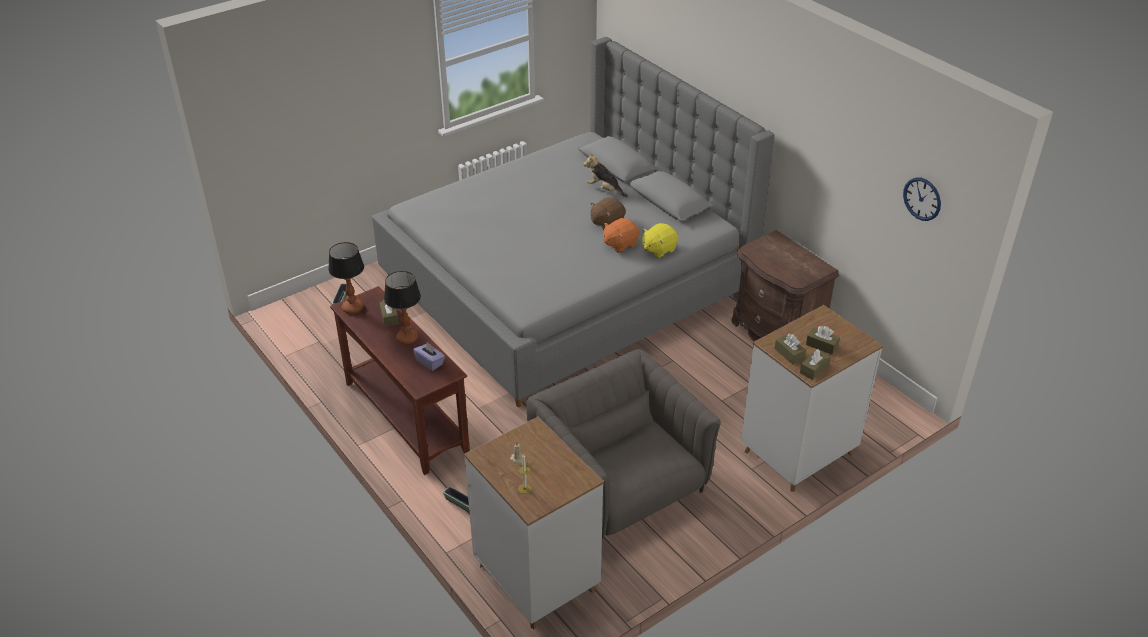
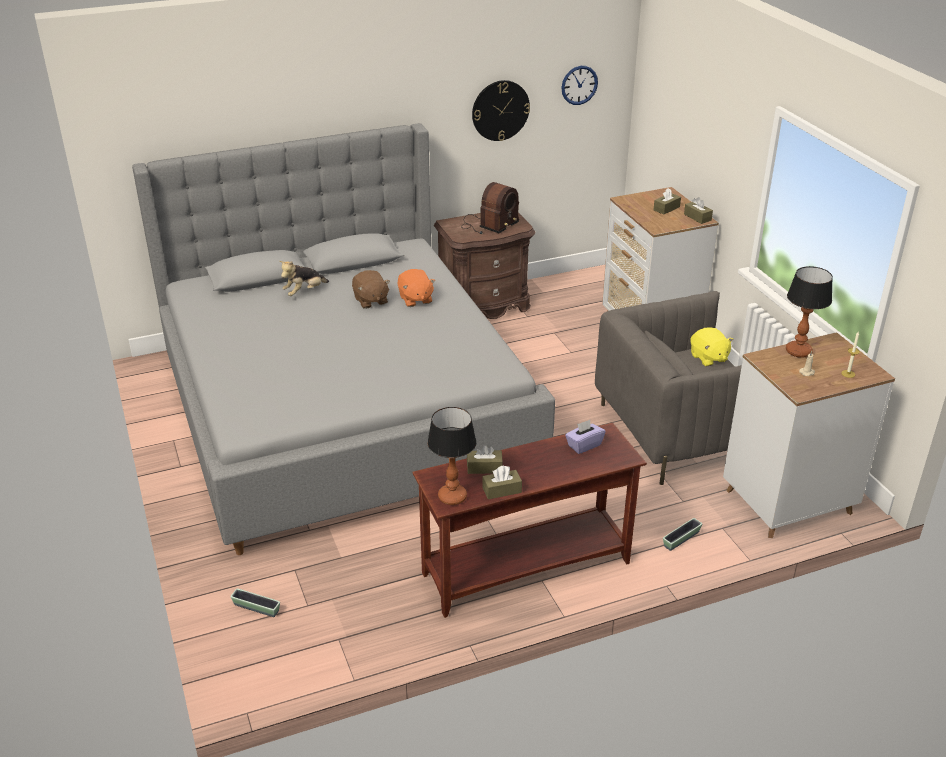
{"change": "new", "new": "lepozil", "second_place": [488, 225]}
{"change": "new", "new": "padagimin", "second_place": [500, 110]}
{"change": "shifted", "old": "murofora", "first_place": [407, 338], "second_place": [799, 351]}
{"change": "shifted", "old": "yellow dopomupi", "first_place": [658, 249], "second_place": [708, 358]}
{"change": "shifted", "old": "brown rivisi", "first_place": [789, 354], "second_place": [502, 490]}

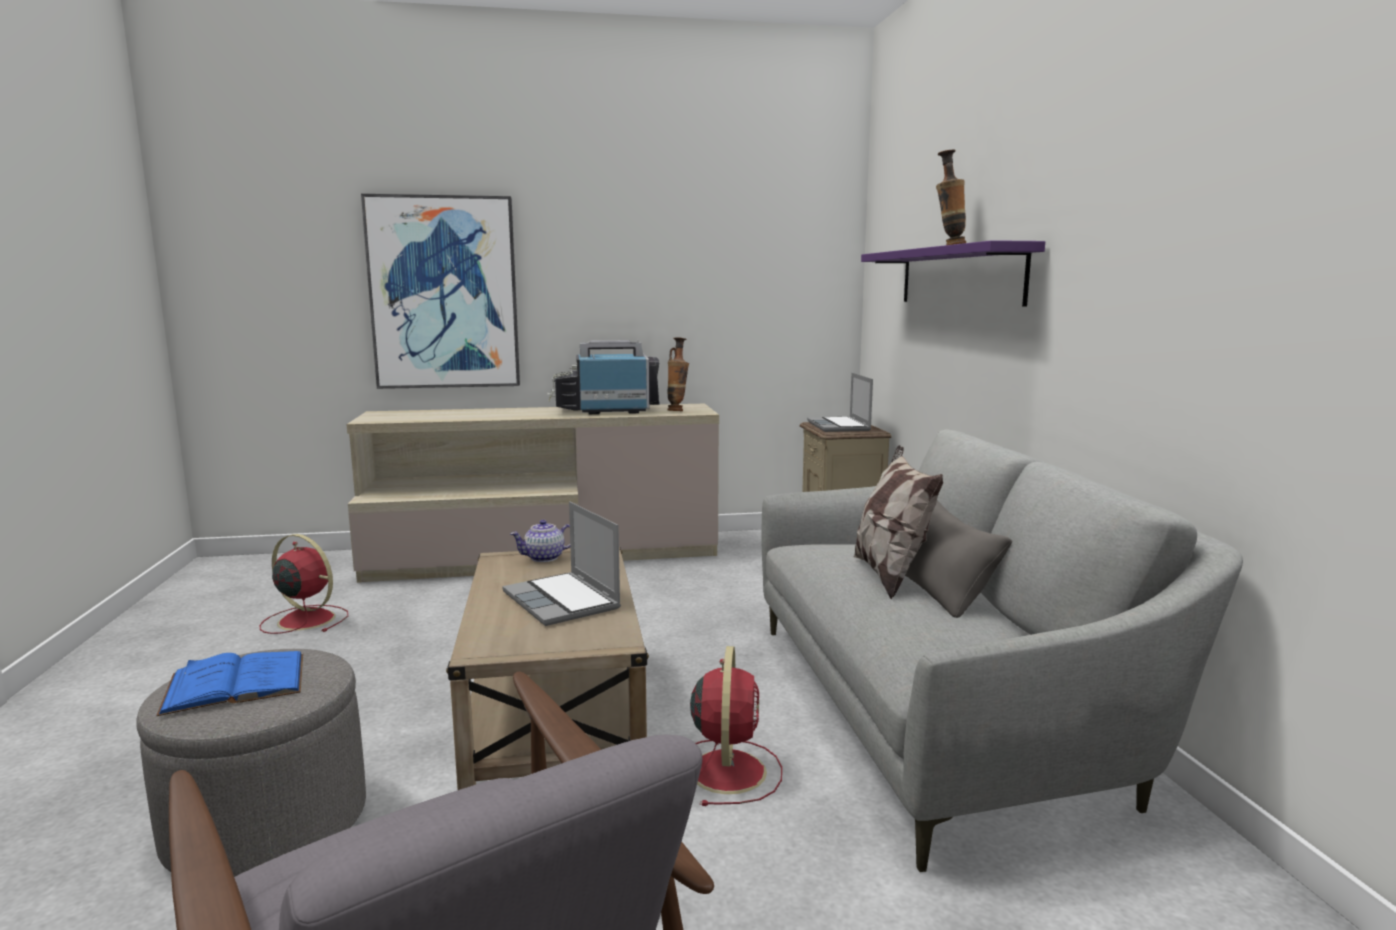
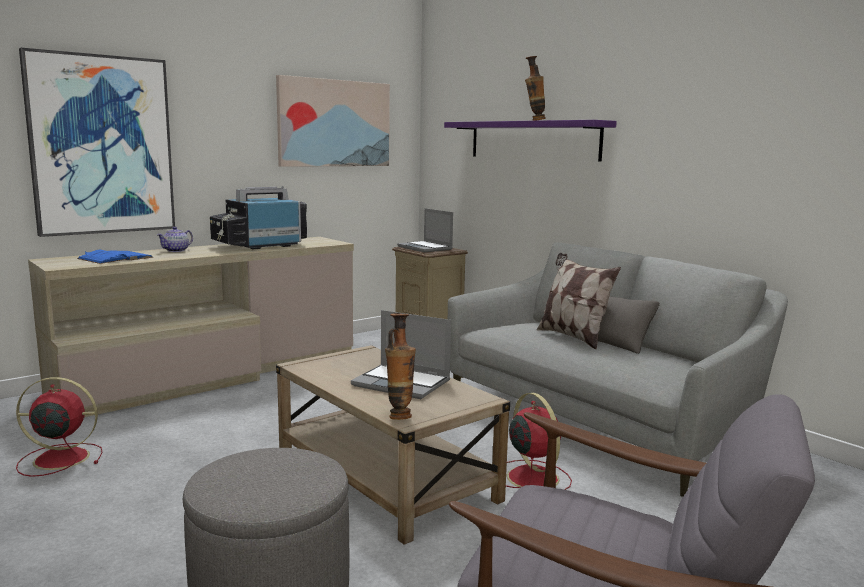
{"change": "new", "new": "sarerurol", "second_place": [334, 123]}
{"change": "shifted", "old": "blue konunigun", "first_place": [235, 683], "second_place": [115, 258]}
{"change": "shifted", "old": "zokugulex", "first_place": [545, 558], "second_place": [176, 250]}
{"change": "shifted", "old": "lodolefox", "first_place": [677, 411], "second_place": [400, 415]}

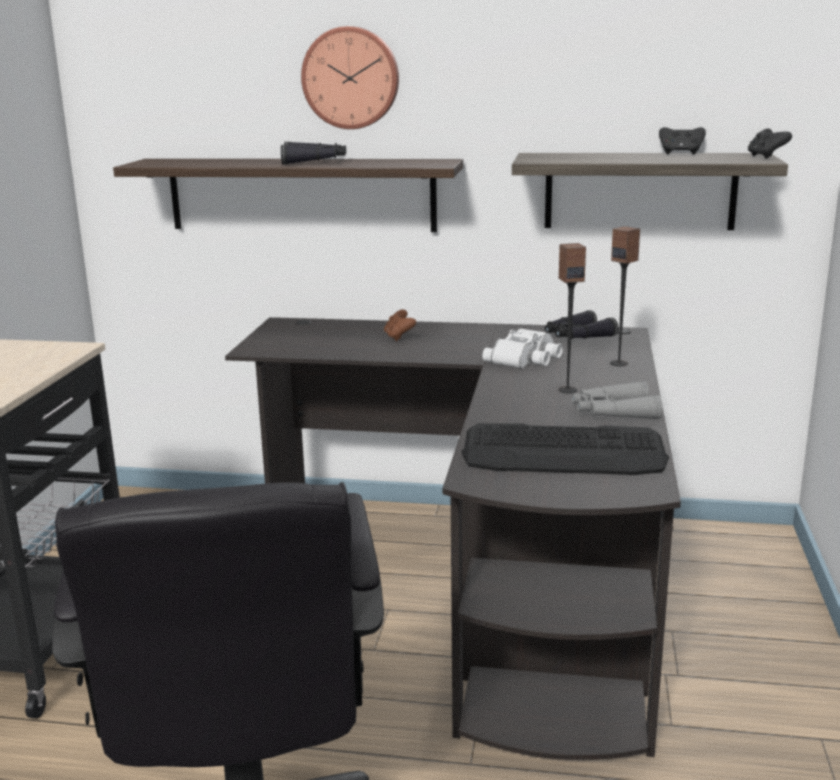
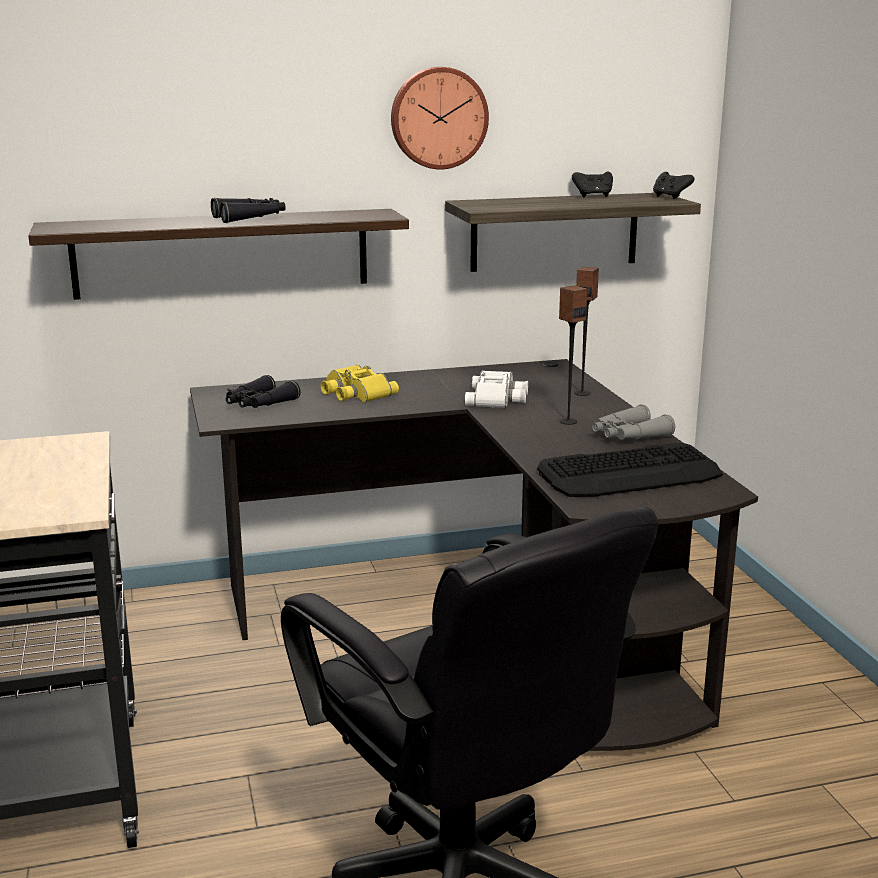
{"change": "shifted", "old": "padagimin", "first_place": [351, 78], "second_place": [438, 118]}
{"change": "shifted", "old": "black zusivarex", "first_place": [576, 336], "second_place": [259, 404]}
{"change": "swapped", "old": "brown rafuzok", "new": "yellow zusivarex", "first_place": [399, 337], "second_place": [355, 393]}

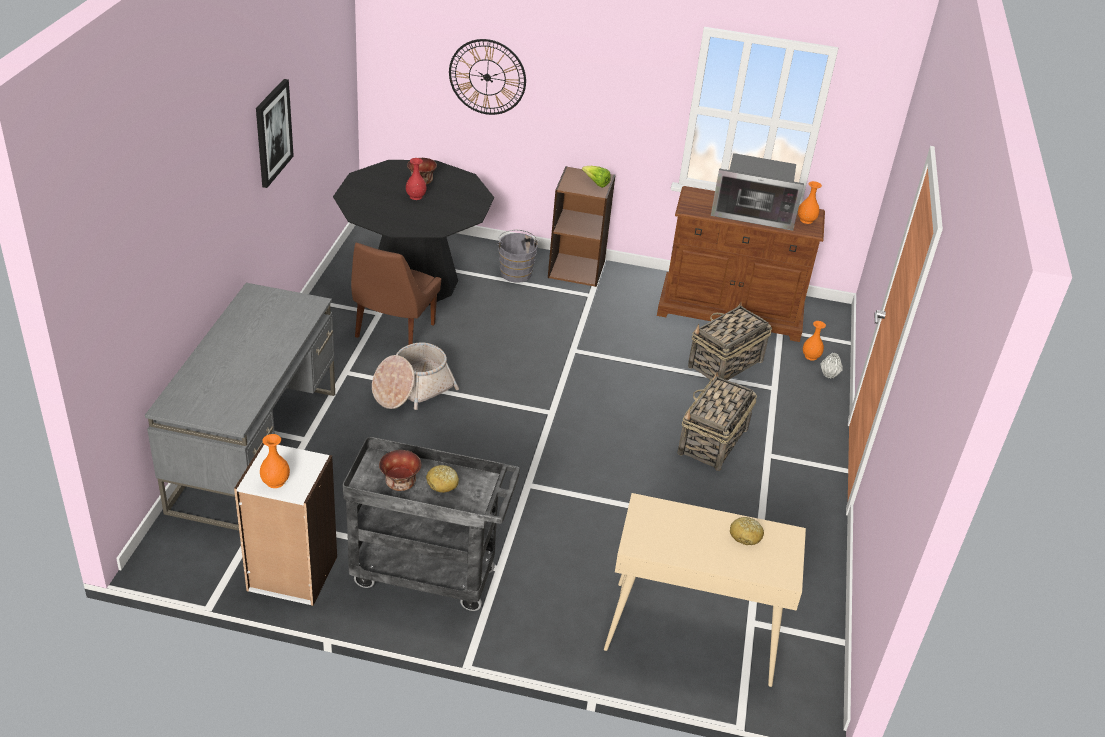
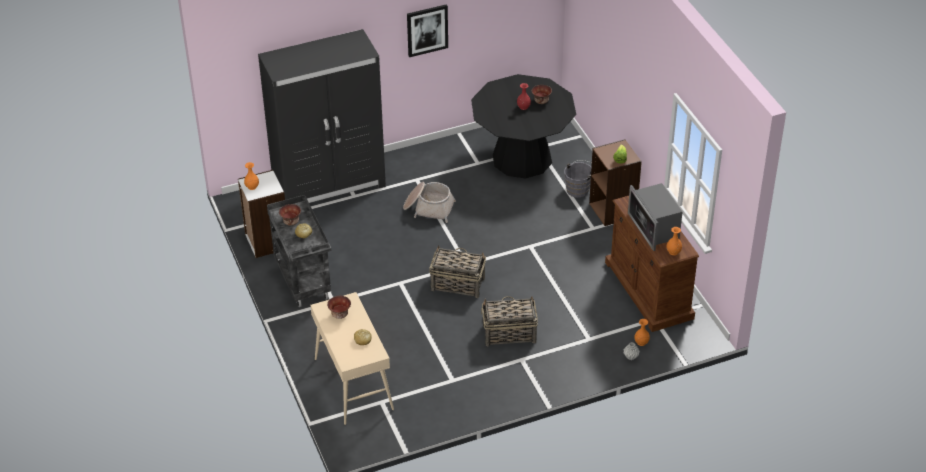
{"change": "gone", "old": "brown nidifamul", "first_place": [393, 332]}
{"change": "gone", "old": "padagimin", "first_place": [487, 77]}
{"change": "new", "new": "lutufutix", "second_place": [340, 314]}
{"change": "shifted", "old": "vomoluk", "first_place": [724, 364], "second_place": [457, 284]}
{"change": "swapped", "old": "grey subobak", "new": "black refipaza", "first_place": [255, 450], "second_place": [330, 185]}

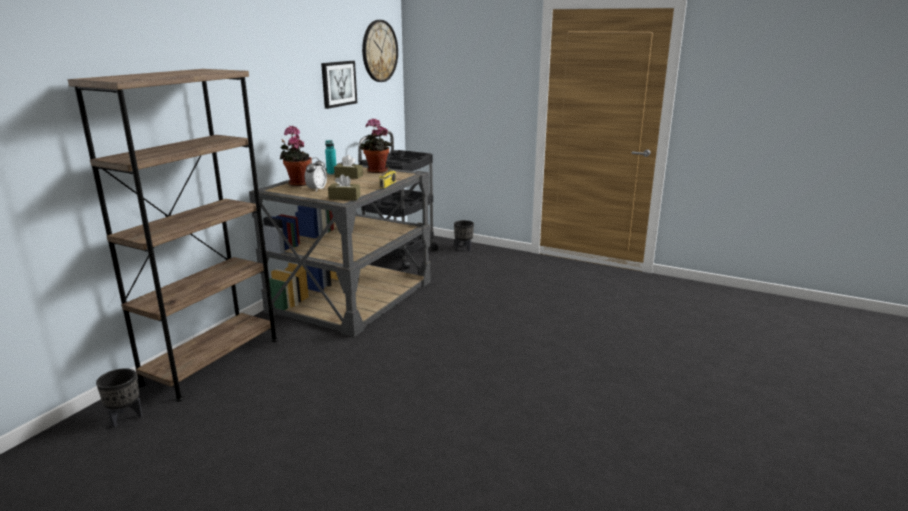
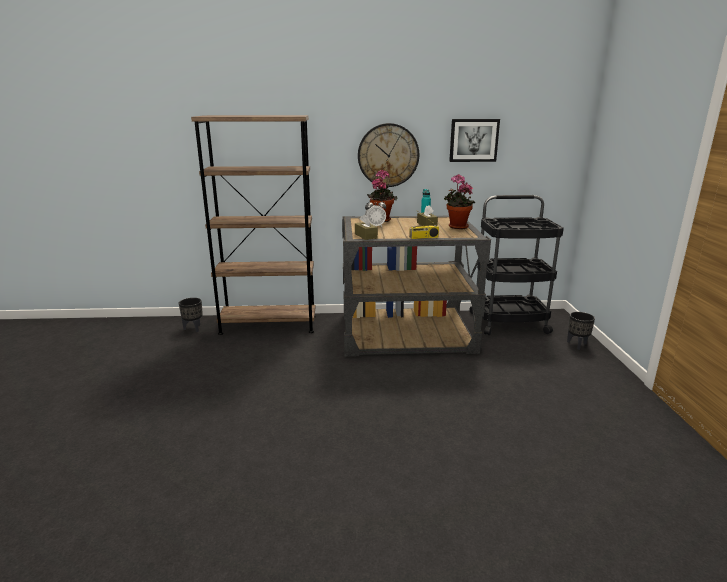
{"change": "shifted", "old": "padagimin", "first_place": [379, 51], "second_place": [388, 155]}

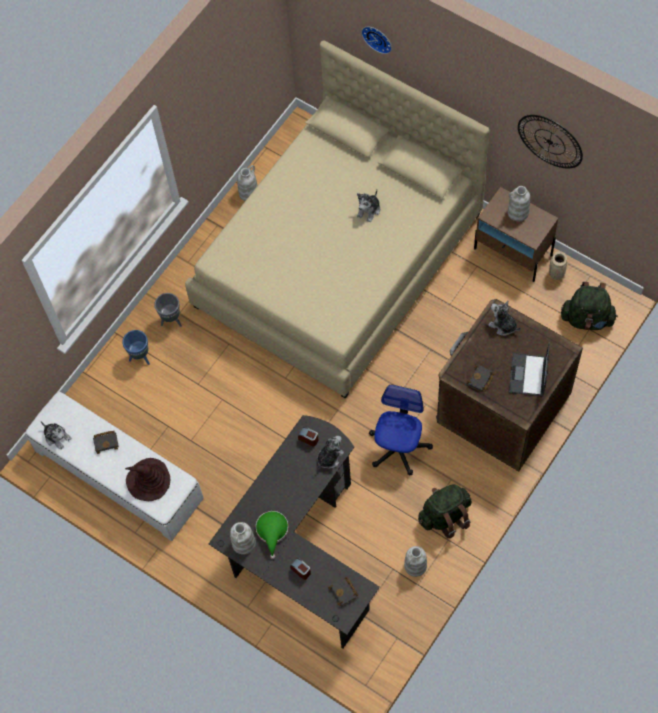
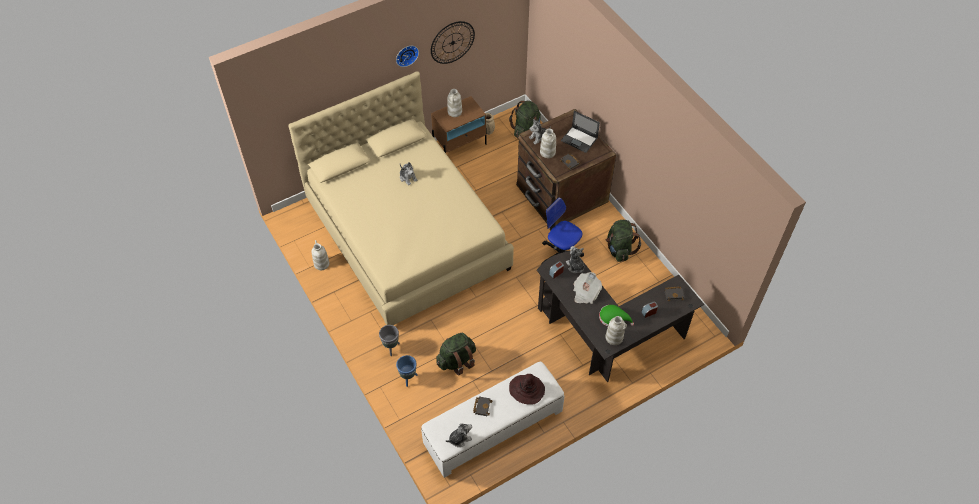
{"change": "new", "new": "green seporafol", "second_place": [456, 361]}
{"change": "new", "new": "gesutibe", "second_place": [585, 293]}
{"change": "shifted", "old": "padagimin", "first_place": [378, 38], "second_place": [406, 55]}
{"change": "shifted", "old": "white lodolefox", "first_place": [415, 566], "second_place": [548, 152]}

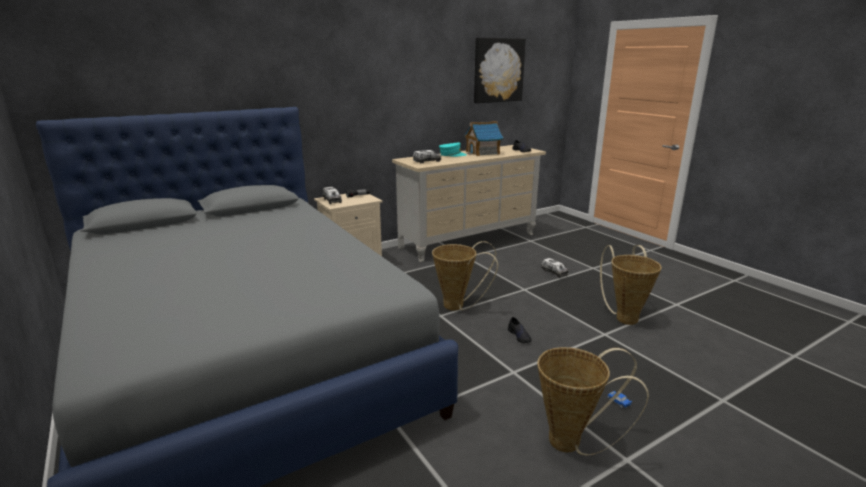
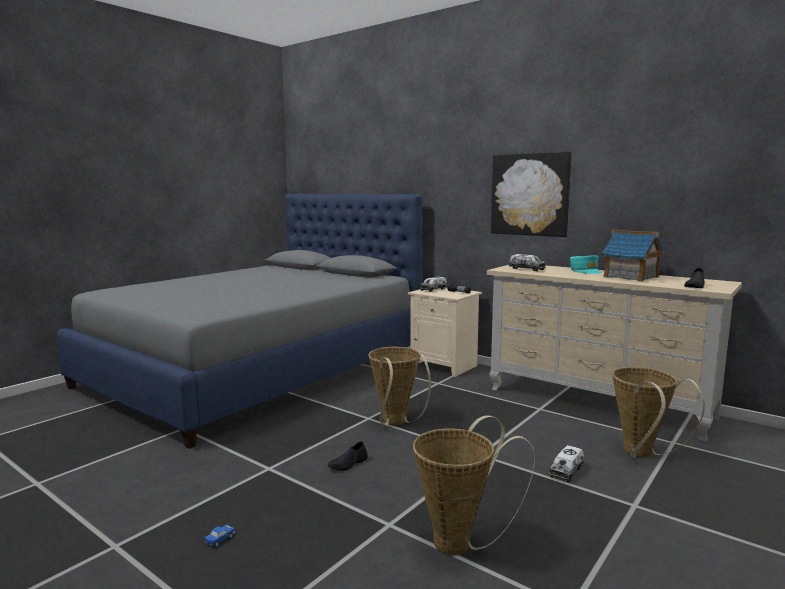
{"change": "shifted", "old": "sarerurol", "first_place": [498, 70], "second_place": [530, 194]}
{"change": "shifted", "old": "vomoluk", "first_place": [572, 443], "second_place": [641, 455]}

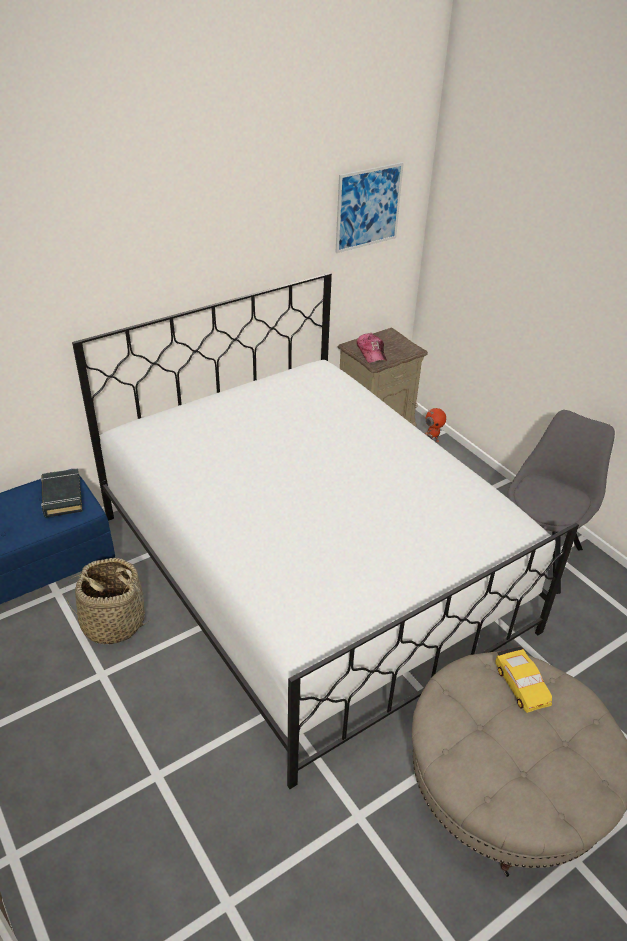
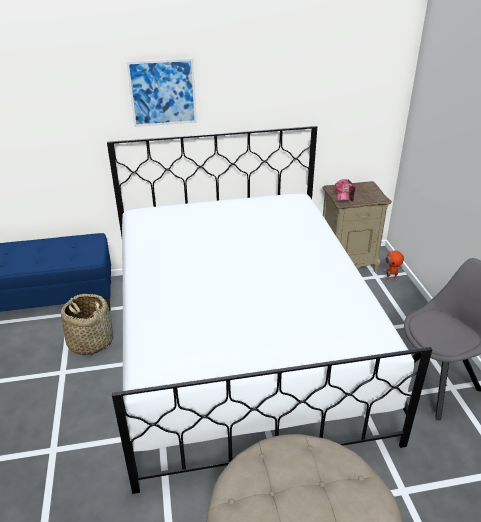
{"change": "gone", "old": "black konunigun", "first_place": [62, 496]}
{"change": "gone", "old": "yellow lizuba", "first_place": [521, 684]}
{"change": "shifted", "old": "sarerurol", "first_place": [368, 207], "second_place": [162, 93]}

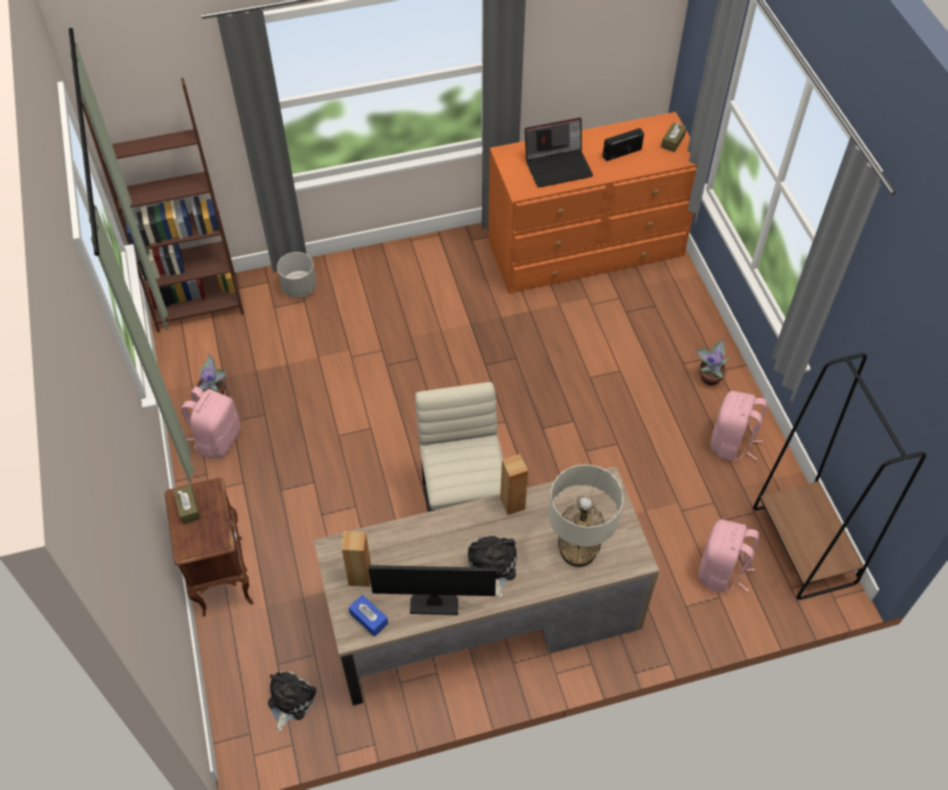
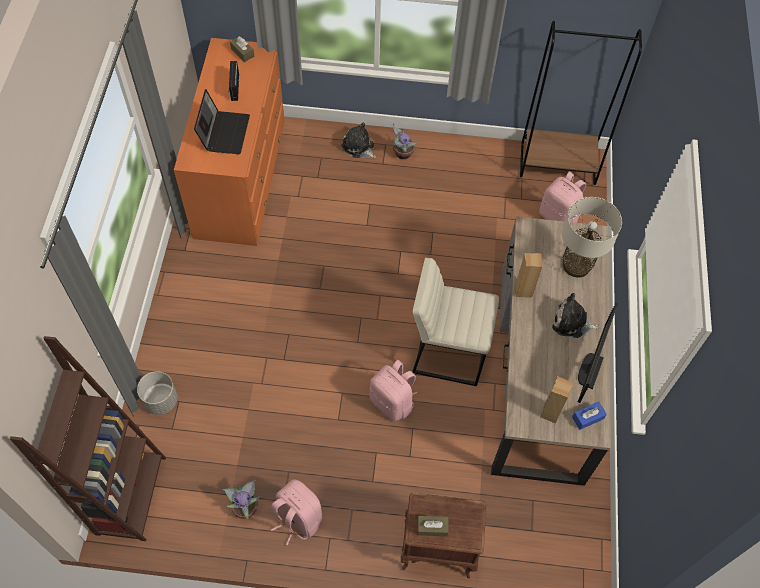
{"change": "shifted", "old": "dopomupi", "first_place": [290, 700], "second_place": [359, 147]}
{"change": "shifted", "old": "pink seporafol", "first_place": [731, 442], "second_place": [393, 402]}

